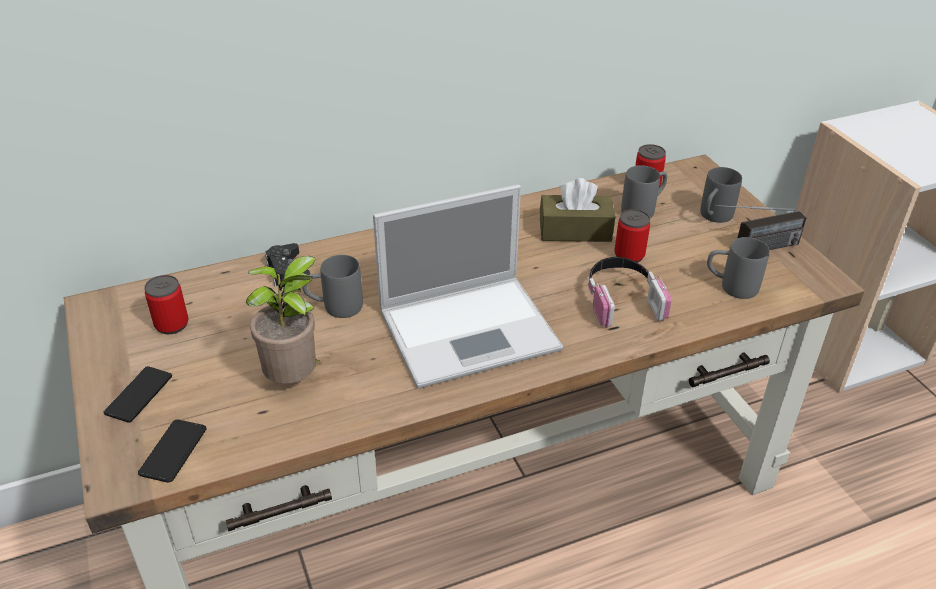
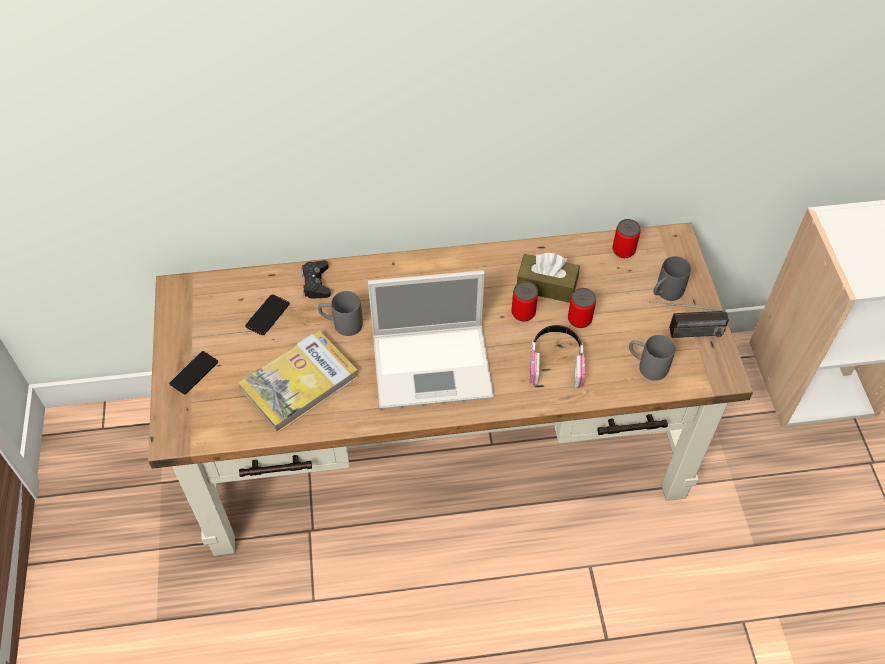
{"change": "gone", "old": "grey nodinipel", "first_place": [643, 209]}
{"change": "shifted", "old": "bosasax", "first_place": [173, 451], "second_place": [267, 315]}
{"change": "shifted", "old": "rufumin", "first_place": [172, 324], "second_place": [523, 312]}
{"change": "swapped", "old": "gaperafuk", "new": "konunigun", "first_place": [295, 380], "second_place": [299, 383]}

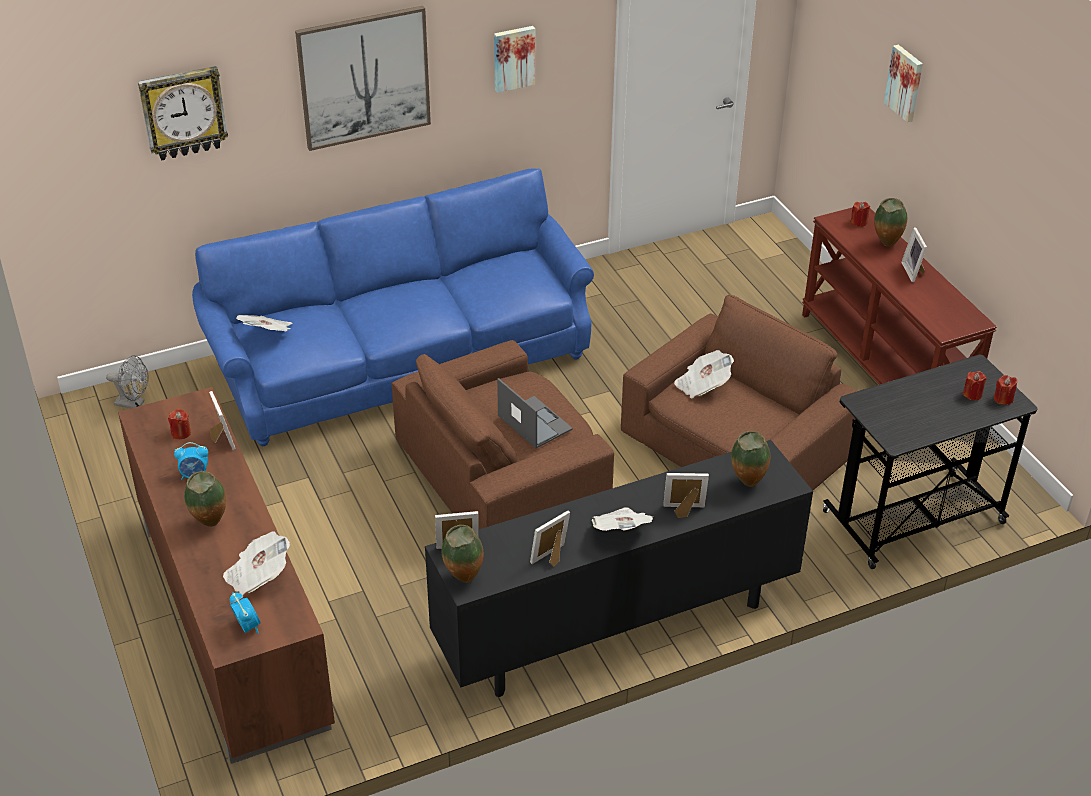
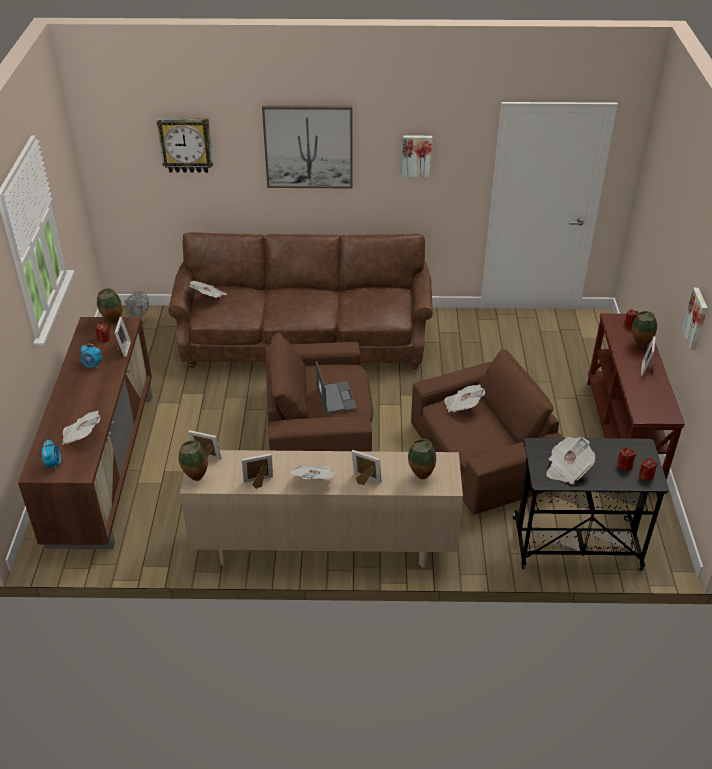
{"change": "new", "new": "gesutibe", "second_place": [567, 469]}
{"change": "shifted", "old": "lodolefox", "first_place": [210, 524], "second_place": [112, 322]}
{"change": "shifted", "old": "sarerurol", "first_place": [905, 83], "second_place": [697, 318]}
{"change": "repainted", "old": "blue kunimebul", "new": "brown kunimebul", "first_place": [400, 361], "second_place": [304, 339]}
{"change": "repainted", "old": "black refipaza", "new": "beige refipaza", "first_place": [617, 628], "second_place": [324, 548]}

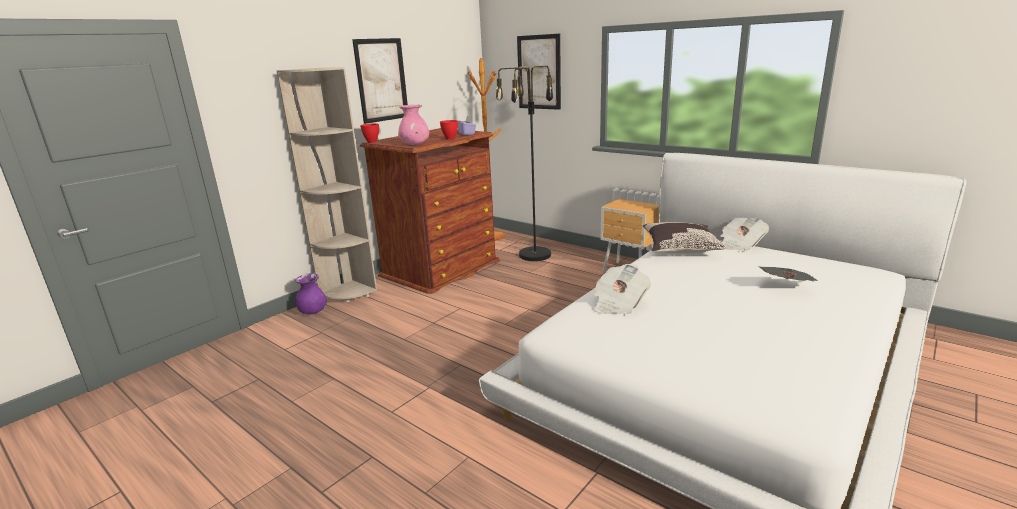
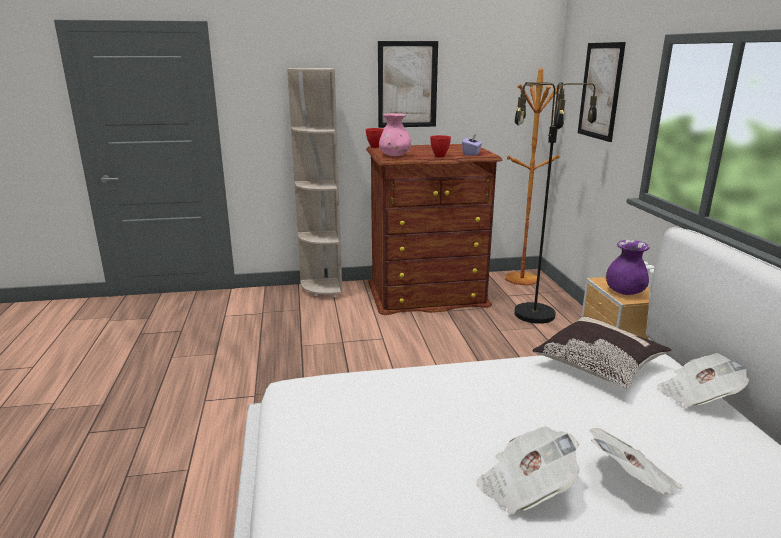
{"change": "shifted", "old": "purple lodolefox", "first_place": [313, 312], "second_place": [624, 292]}
{"change": "shifted", "old": "gesutibe", "first_place": [618, 304], "second_place": [524, 488]}

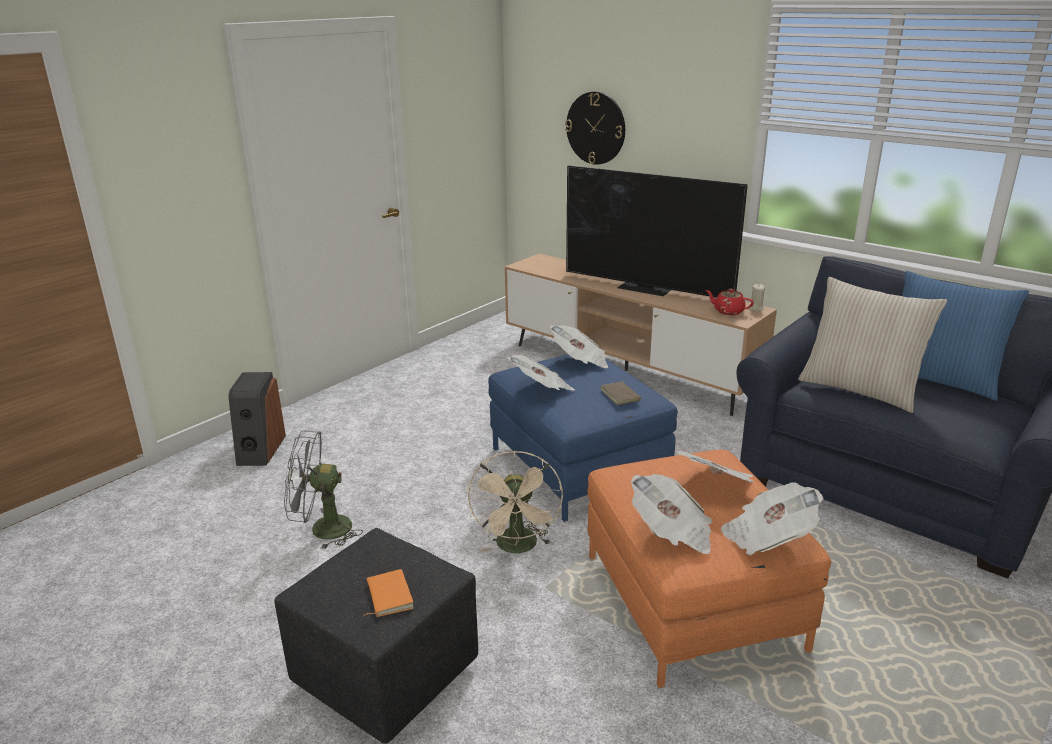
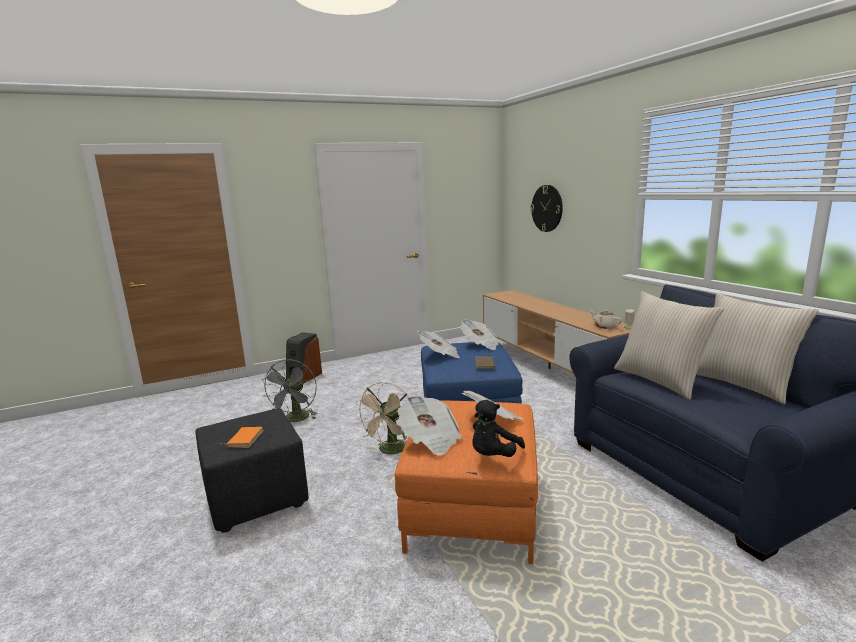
{"change": "gone", "old": "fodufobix", "first_place": [646, 288]}
{"change": "swapped", "old": "gesutibe", "new": "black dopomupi", "first_place": [767, 537], "second_place": [493, 456]}
{"change": "repainted", "old": "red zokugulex", "new": "beige zokugulex", "first_place": [728, 311], "second_place": [604, 327]}
{"change": "repainted", "old": "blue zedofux", "new": "beige zedofux", "first_place": [939, 380], "second_place": [742, 384]}
{"change": "rotated", "old": "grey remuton", "first_place": [322, 530], "second_place": [296, 420], "degrees": -105}

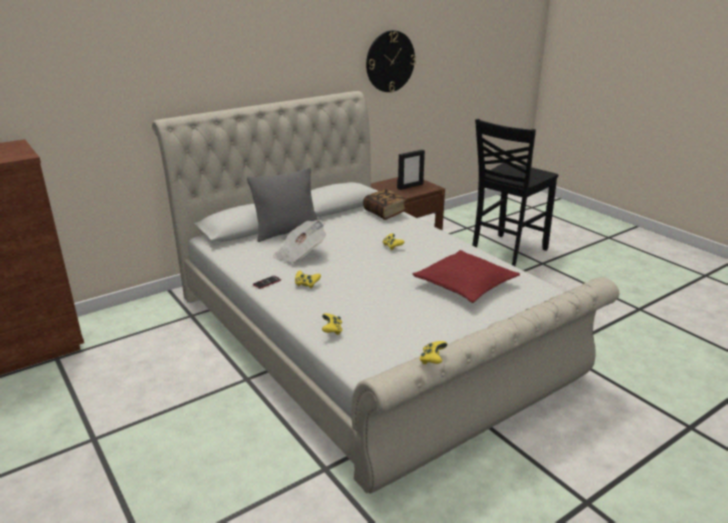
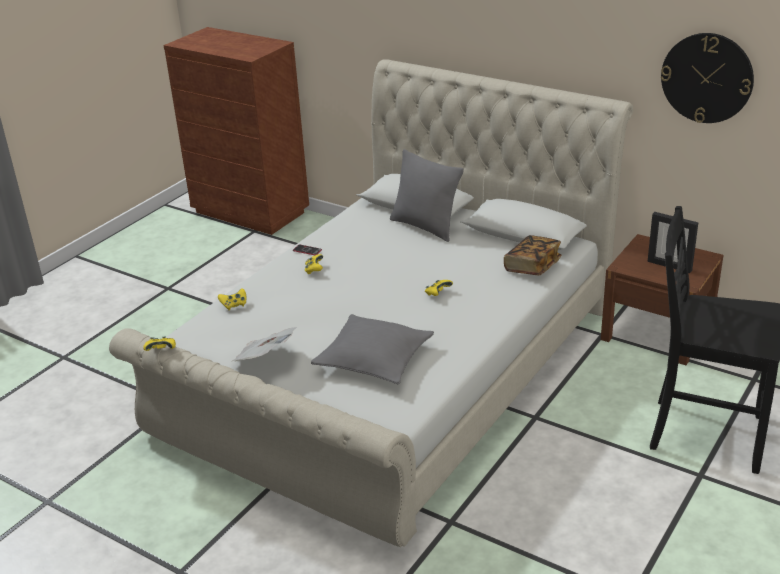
{"change": "shifted", "old": "gesutibe", "first_place": [300, 254], "second_place": [265, 359]}
{"change": "repainted", "old": "red zedofux", "new": "grey zedofux", "first_place": [465, 285], "second_place": [374, 359]}

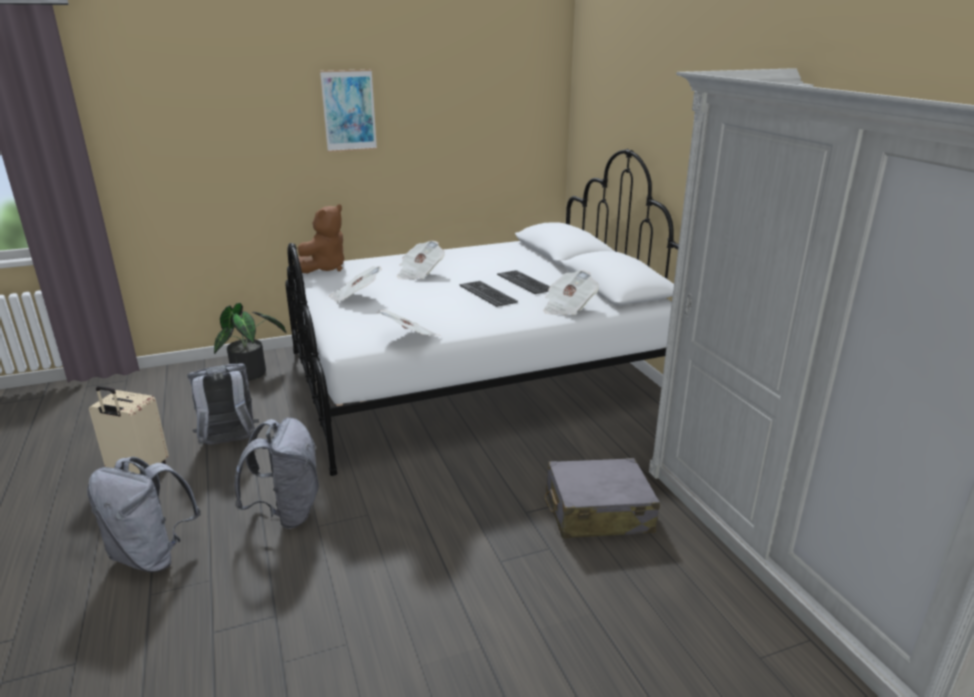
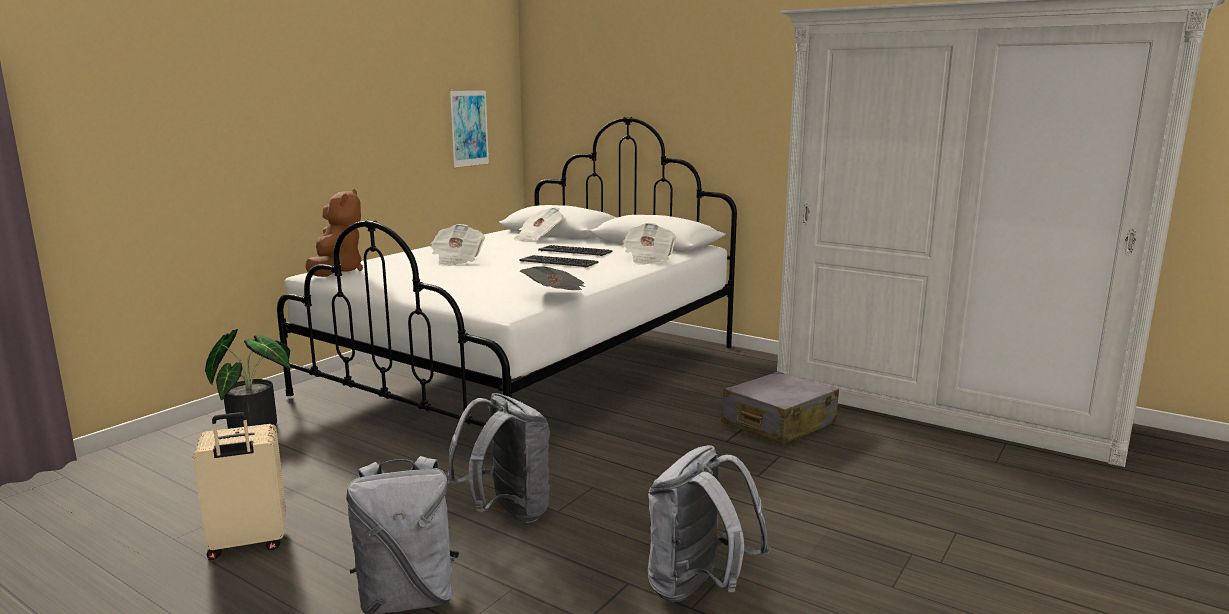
{"change": "shifted", "old": "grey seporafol", "first_place": [229, 443], "second_place": [698, 589]}
{"change": "shifted", "old": "sarerurol", "first_place": [349, 111], "second_place": [469, 128]}
{"change": "shifted", "old": "gesutibe", "first_place": [355, 297], "second_place": [538, 238]}

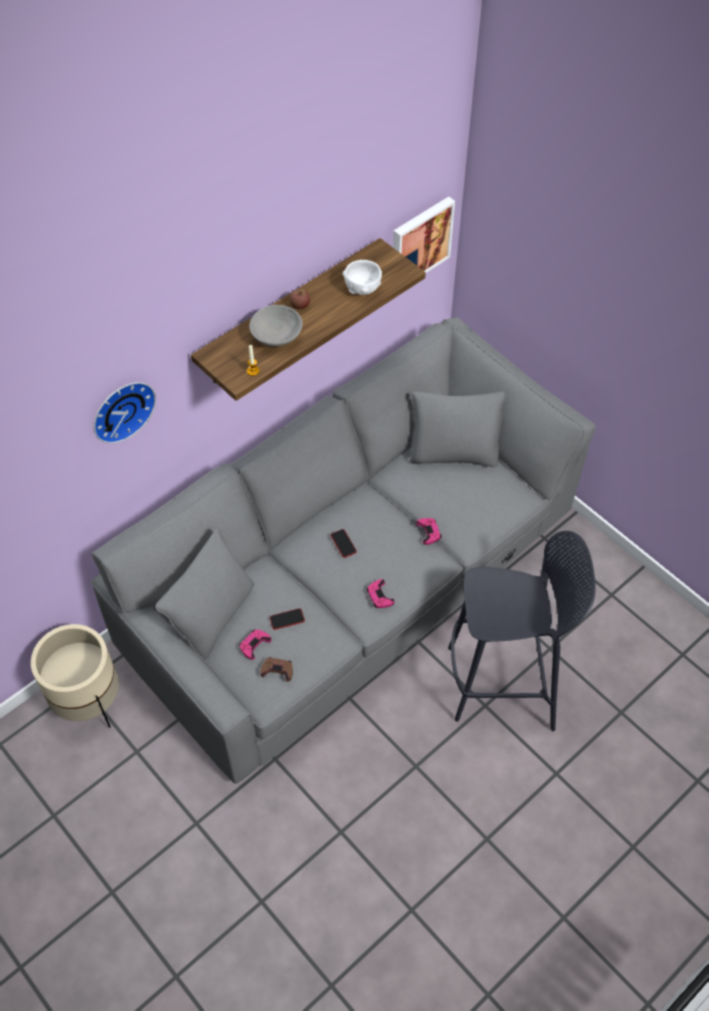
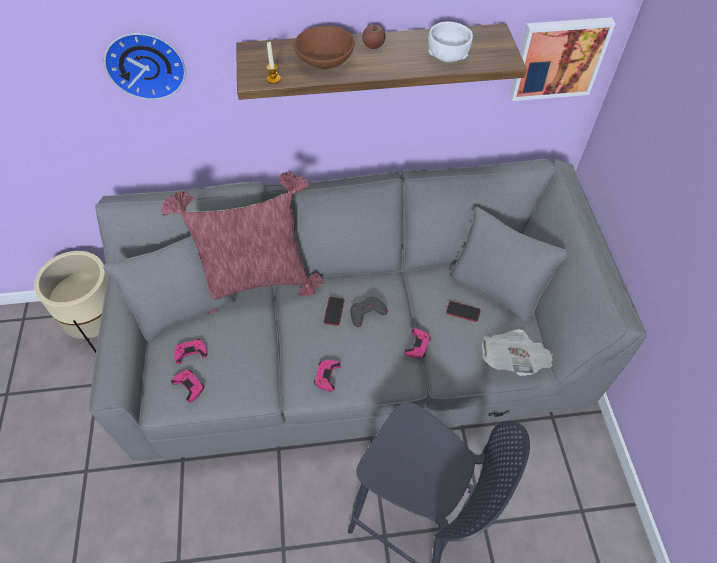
{"change": "new", "new": "red zedofux", "second_place": [256, 286]}
{"change": "new", "new": "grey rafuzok", "second_place": [366, 313]}
{"change": "new", "new": "gesutibe", "second_place": [512, 360]}
{"change": "shifted", "old": "bosasax", "first_place": [287, 619], "second_place": [463, 311]}
{"change": "repainted", "old": "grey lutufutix", "new": "brown lutufutix", "first_place": [277, 336], "second_place": [325, 61]}
{"change": "repainted", "old": "brown rafuzok", "new": "pink rafuzok", "first_place": [277, 670], "second_place": [189, 386]}

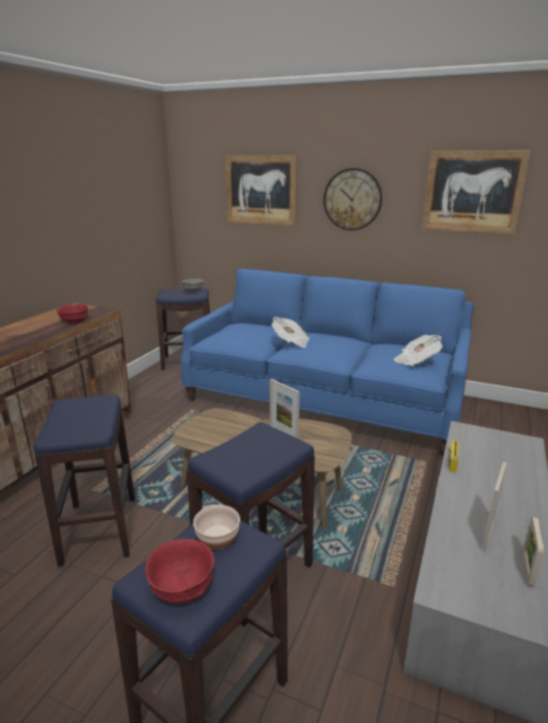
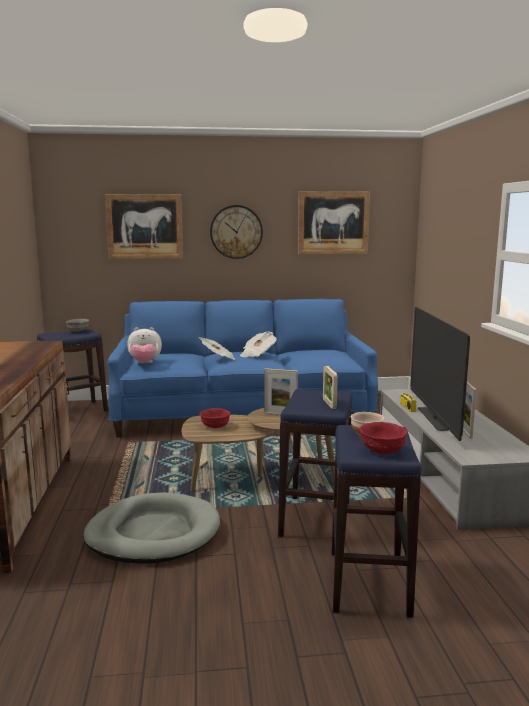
{"change": "new", "new": "dopomupi", "second_place": [145, 363]}
{"change": "new", "new": "fodufobix", "second_place": [433, 419]}
{"change": "shifted", "old": "red lutufutix", "first_place": [74, 321], "second_place": [214, 426]}
{"change": "shifted", "old": "gesutibe", "first_place": [416, 361], "second_place": [257, 354]}
{"change": "shifted", "old": "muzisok", "first_place": [527, 569], "second_place": [329, 404]}
{"change": "swapped", "old": "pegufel", "new": "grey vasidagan", "first_place": [100, 529], "second_place": [153, 533]}

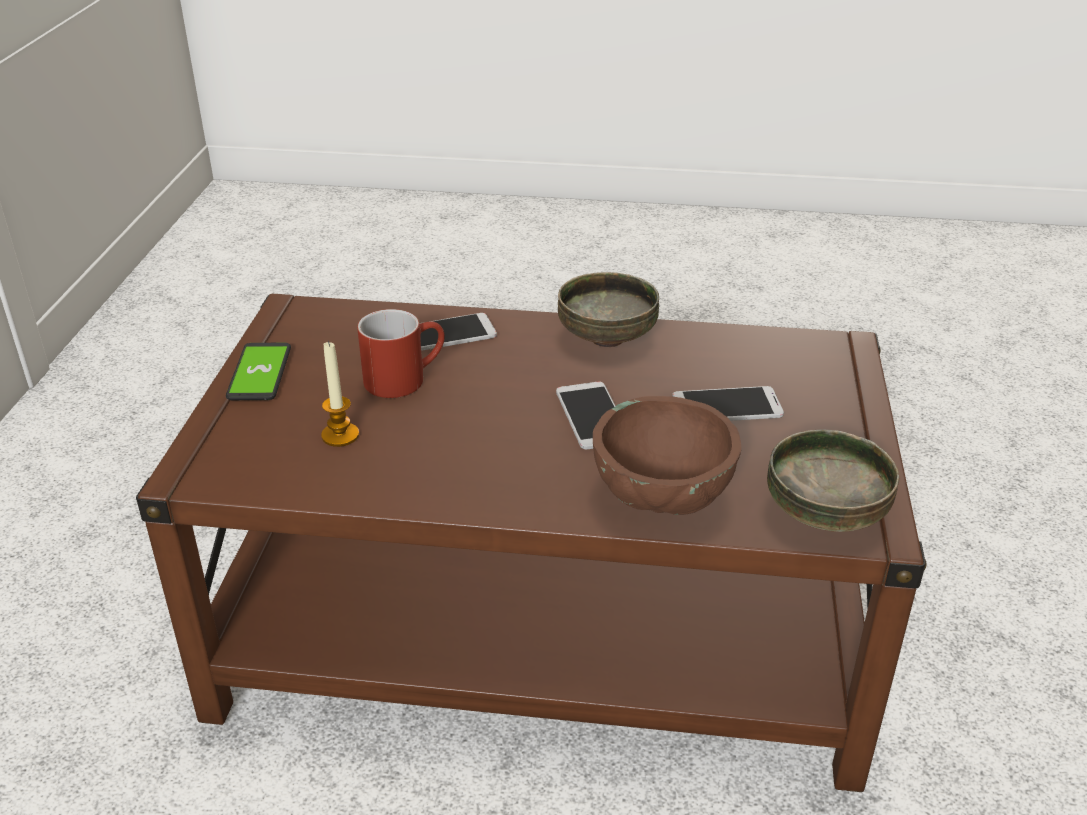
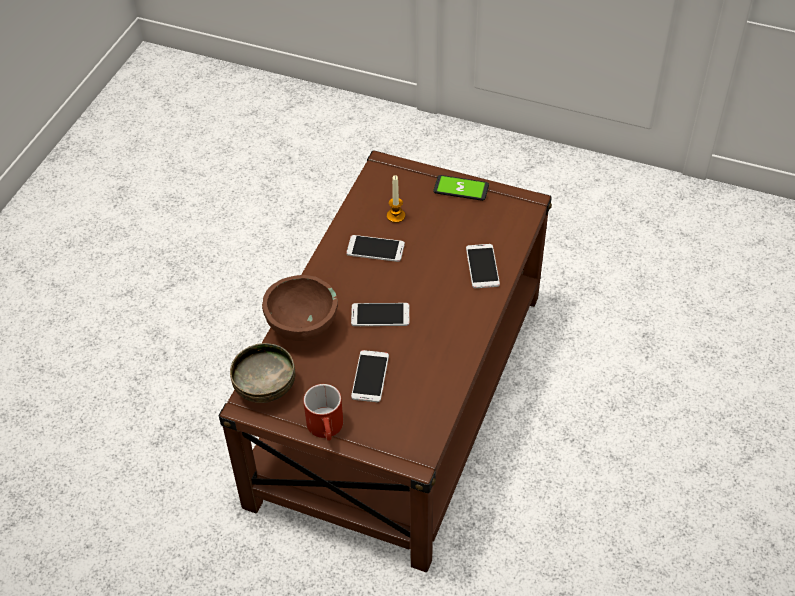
{"change": "gone", "old": "lutufutix", "first_place": [606, 339]}
{"change": "new", "new": "bosasax", "second_place": [375, 249]}
{"change": "shifted", "old": "red nodinipel", "first_place": [404, 377], "second_place": [327, 429]}

